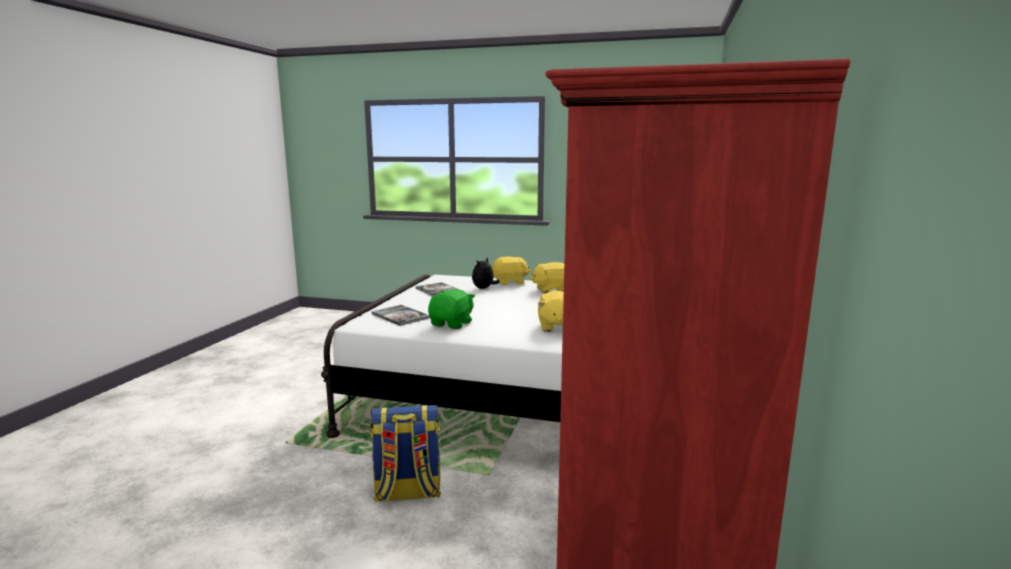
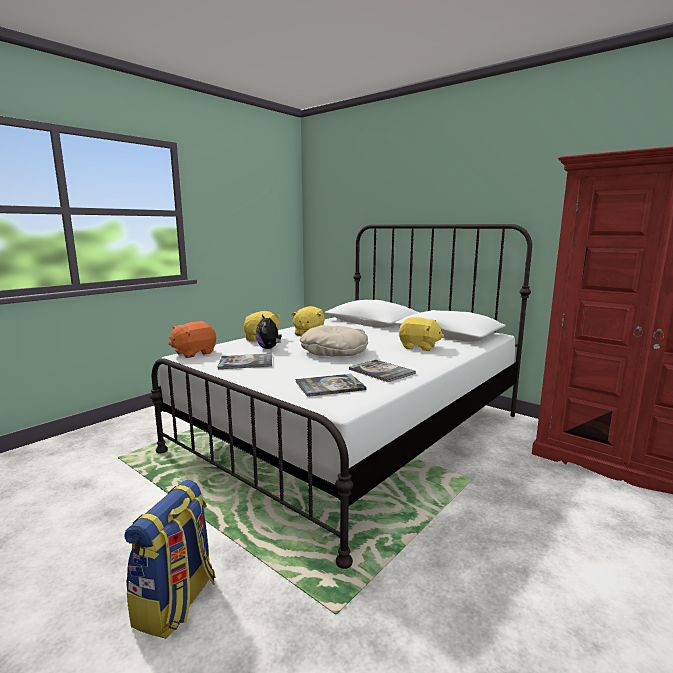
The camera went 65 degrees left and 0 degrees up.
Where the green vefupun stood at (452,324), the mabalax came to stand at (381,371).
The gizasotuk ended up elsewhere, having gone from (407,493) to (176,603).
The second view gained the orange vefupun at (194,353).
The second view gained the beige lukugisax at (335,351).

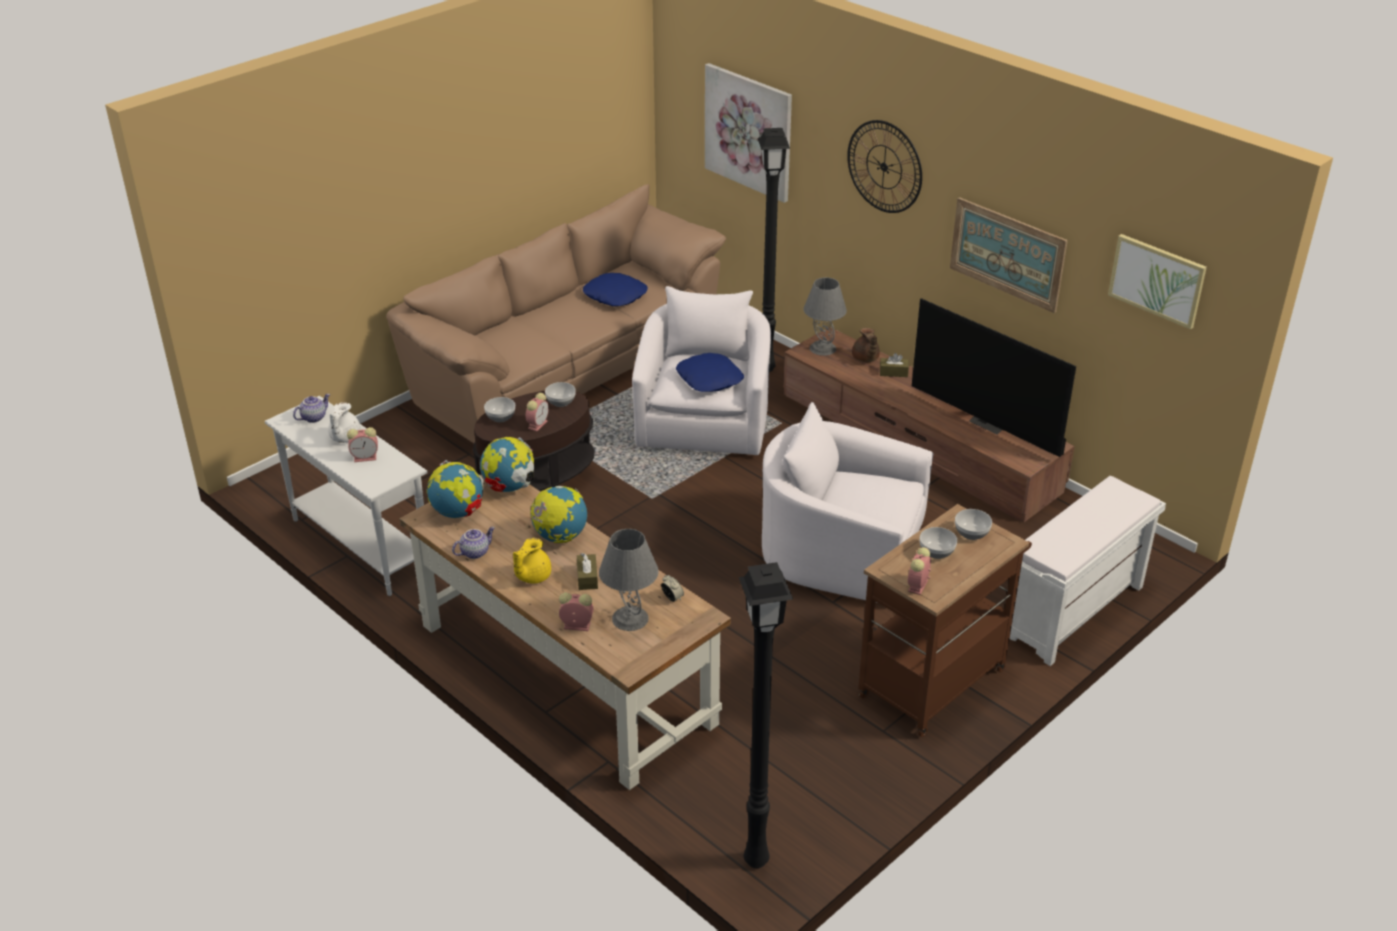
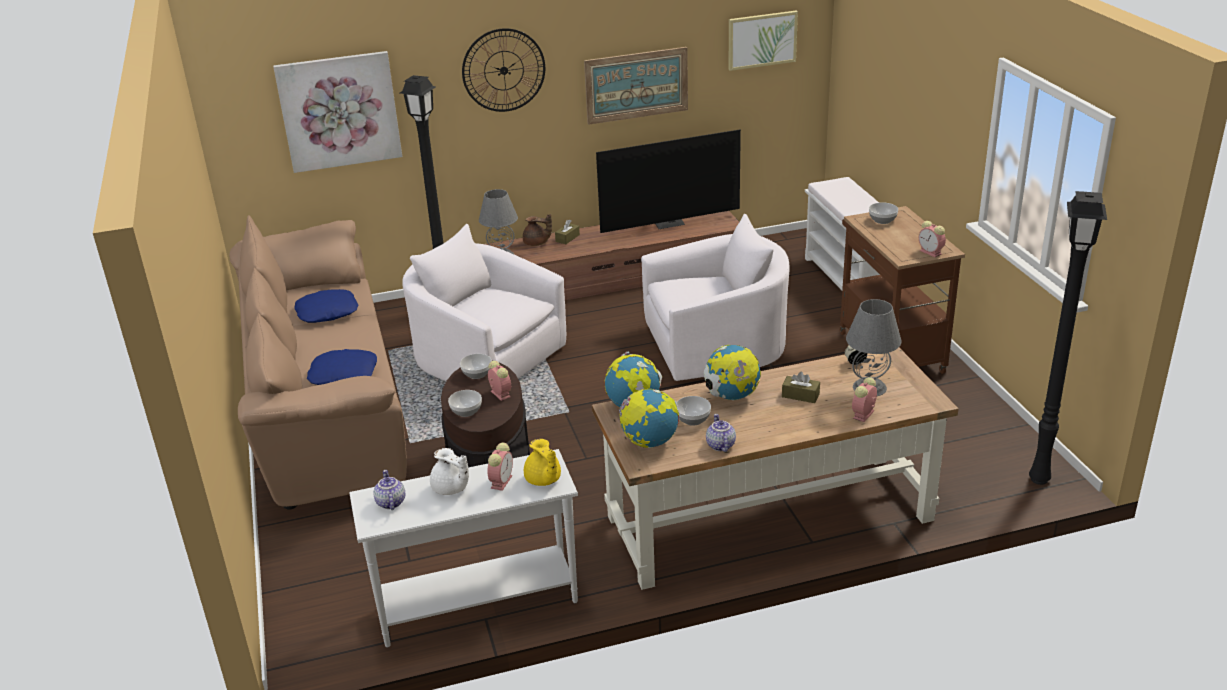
The camera went 60 degrees left and 5 degrees down.
The blue lukugisax ended up elsewhere, having gone from (710,379) to (344,374).
The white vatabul at (840,552) ended up facing another way, 150 degrees counterclockwise from before.
The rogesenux ended up elsewhere, having gone from (936,551) to (692,419).
The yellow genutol ended up elsewhere, having gone from (532,576) to (543,480).

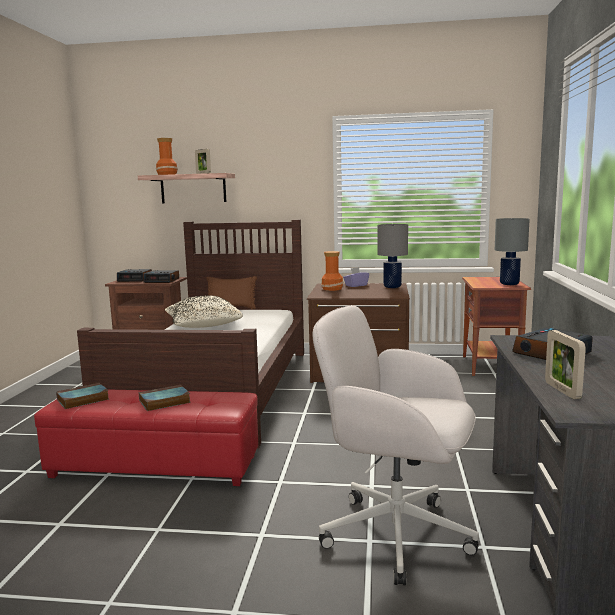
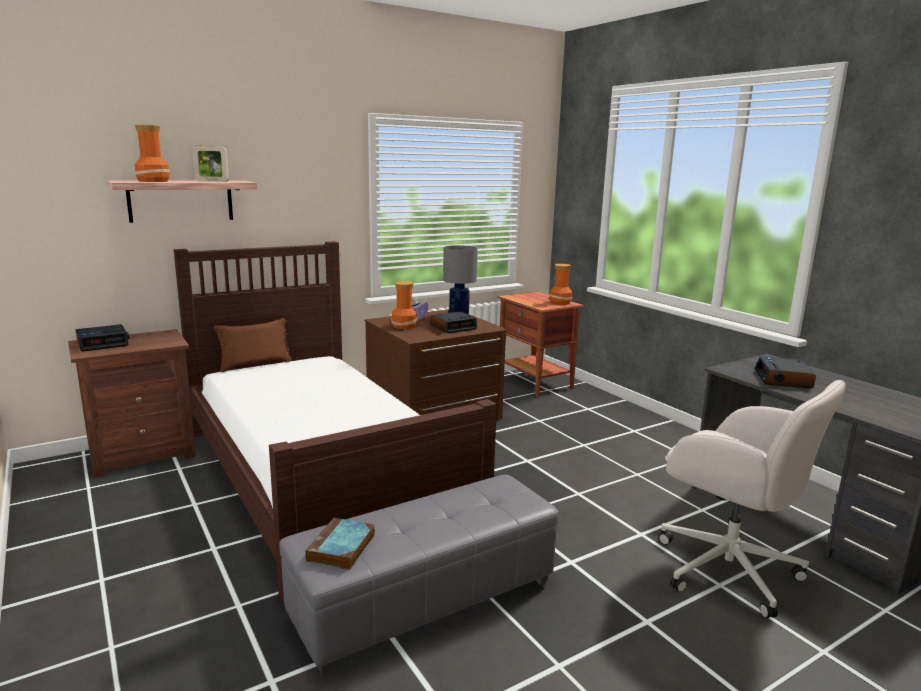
The camera went 40 degrees left and 5 degrees up.
Where the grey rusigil stood at (509,284), the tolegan came to stand at (559,302).
The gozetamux ended up elsewhere, having gone from (162,280) to (453,327).
The second view lost the beige lukugisax at (204,323).
The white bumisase at (396,535) ended up facing another way, 120 degrees counterclockwise from before.
The second view lost the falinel at (562,390).
The second view lost the mabalax at (163,402).
What was the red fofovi at (155,466) turned into the grey fofovi at (425,598).

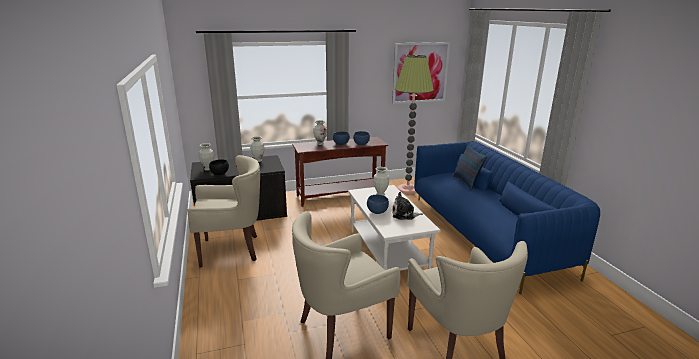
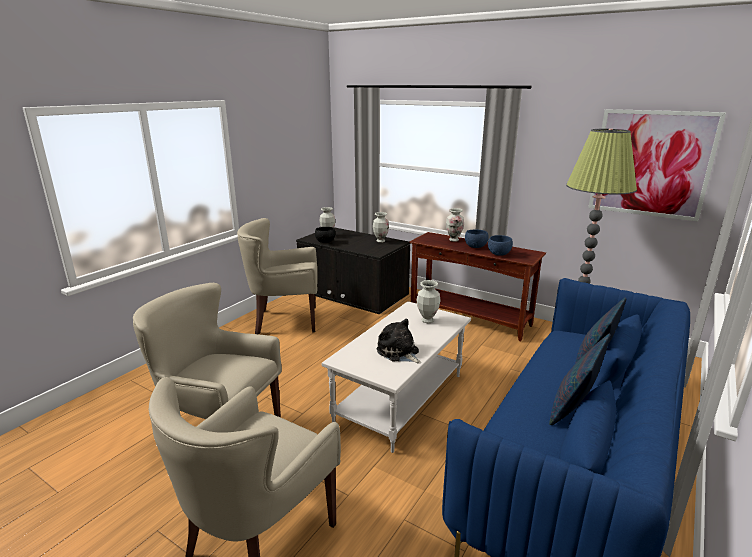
The camera went 50 degrees right and 0 degrees up.
The beige vatabul at (231,250) ended up facing another way, 135 degrees clockwise from before.
The second view lost the blue rogesenux at (377,212).
The second view gained the blue lukugisax at (573,409).

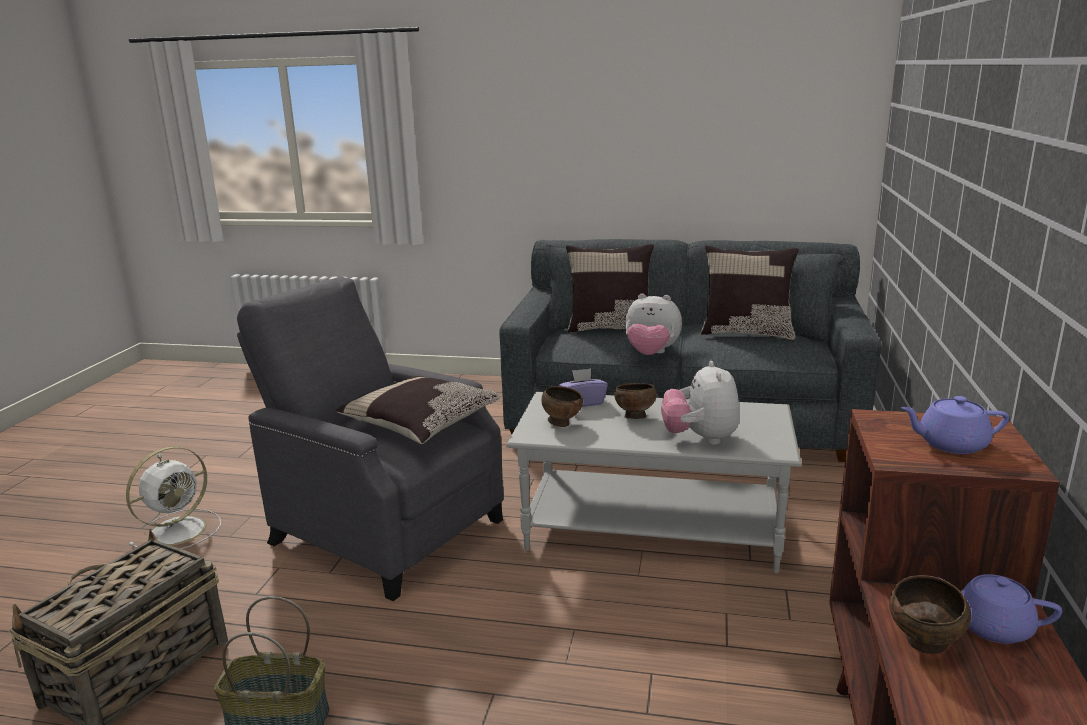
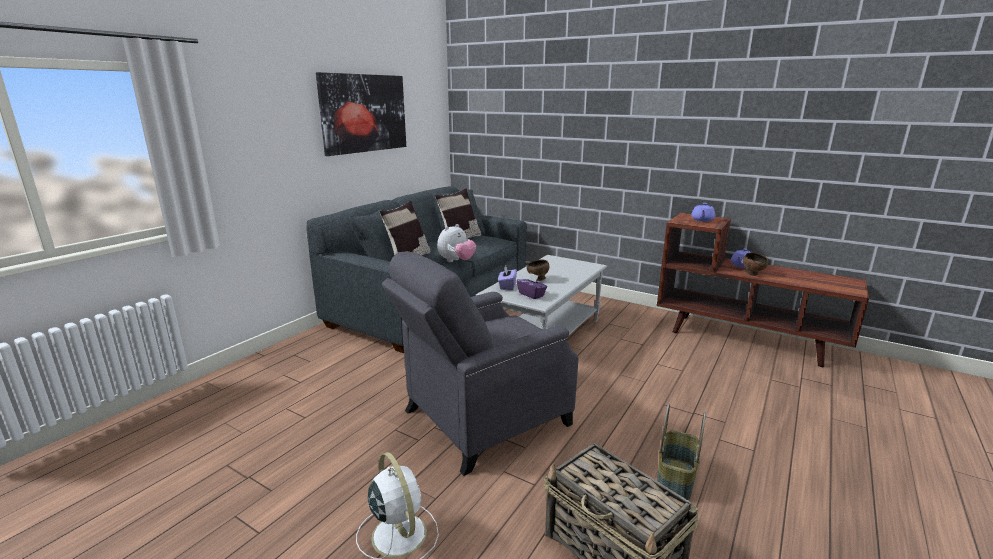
The camera went 70 degrees left and 0 degrees up.
The second view lost the vefupun at (700,438).
The second view lost the lukugisax at (421,425).
Where the brown rogesenux stood at (562,423), the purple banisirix came to stand at (531,294).
The second view gained the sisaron at (364,113).

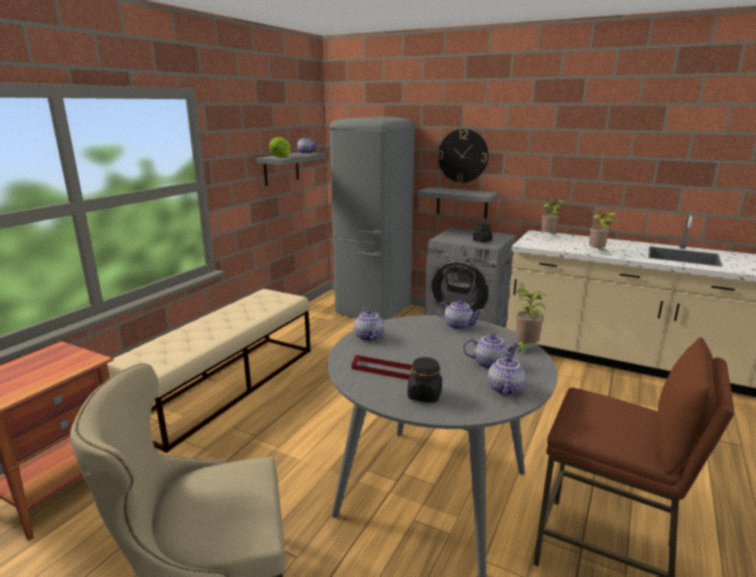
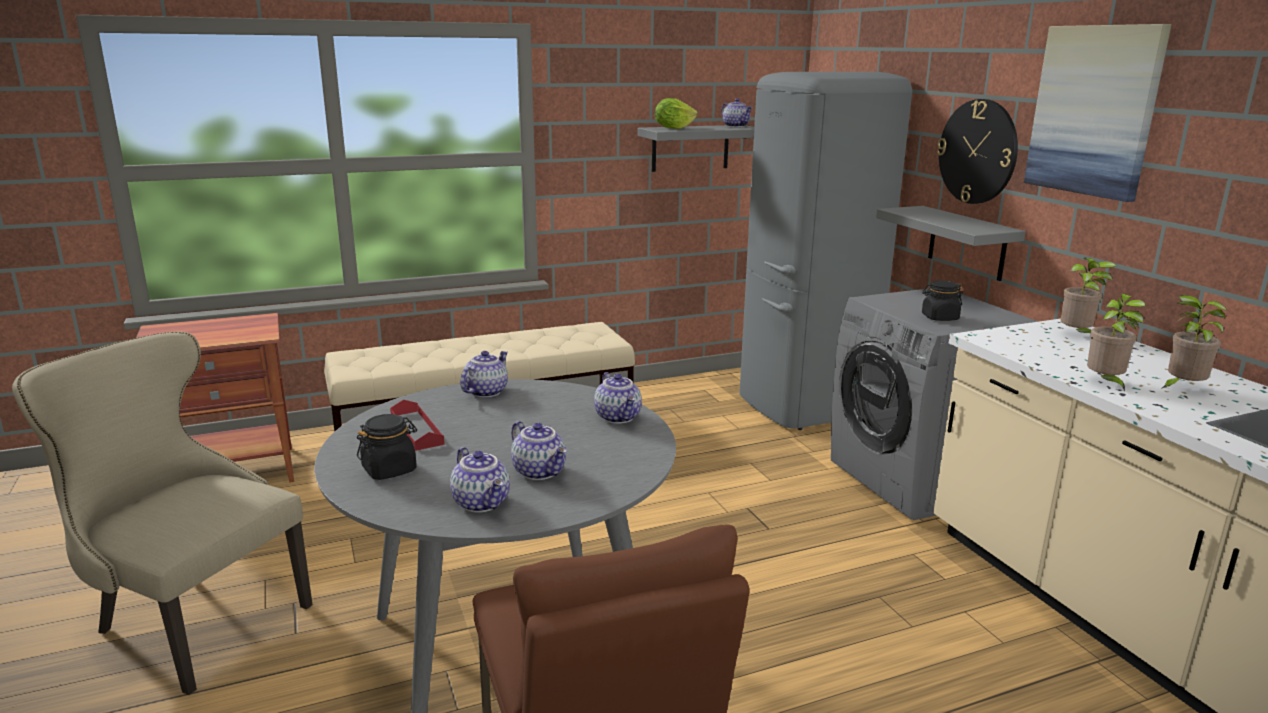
The camera went 40 degrees right and 0 degrees up.
The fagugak ended up elsewhere, having gone from (525,348) to (1181,388).
The genutol at (504,388) ended up facing another way, 90 degrees clockwise from before.
The second view gained the sisaron at (1094,110).

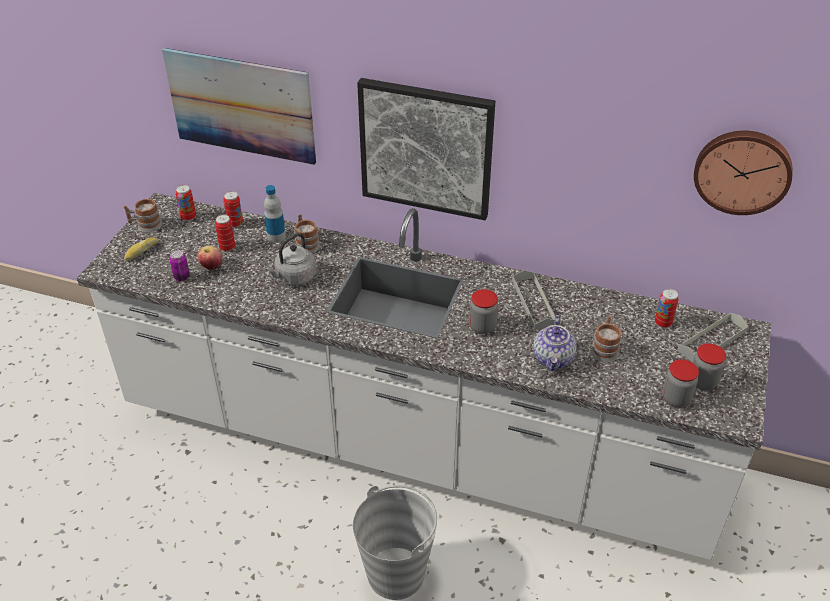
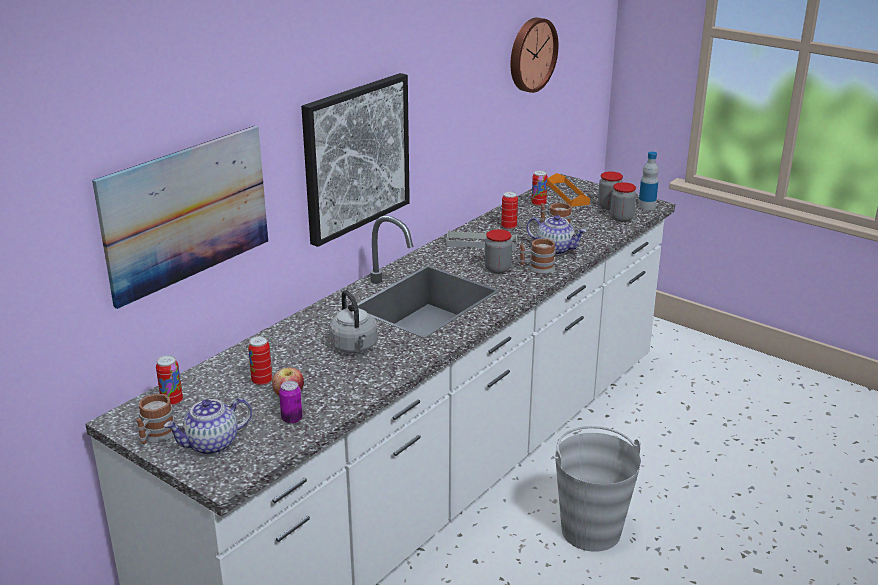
The camera went 70 degrees left and 15 degrees down.
The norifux ended up elsewhere, having gone from (276,237) to (646,206).
The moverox ended up elsewhere, having gone from (235,224) to (509,227).
The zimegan ended up elsewhere, having gone from (306,244) to (537,268).
Where the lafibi stood at (141,252), the genutol came to stand at (211,445).
What was the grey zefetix at (712,340) turned into the orange zefetix at (567,194).

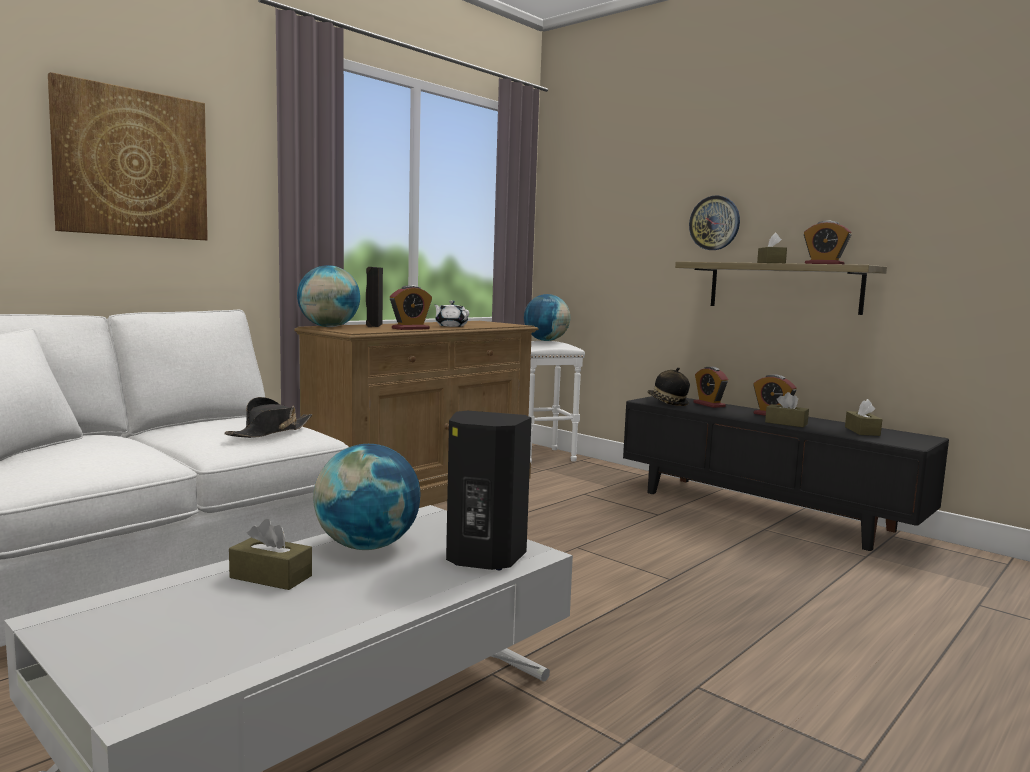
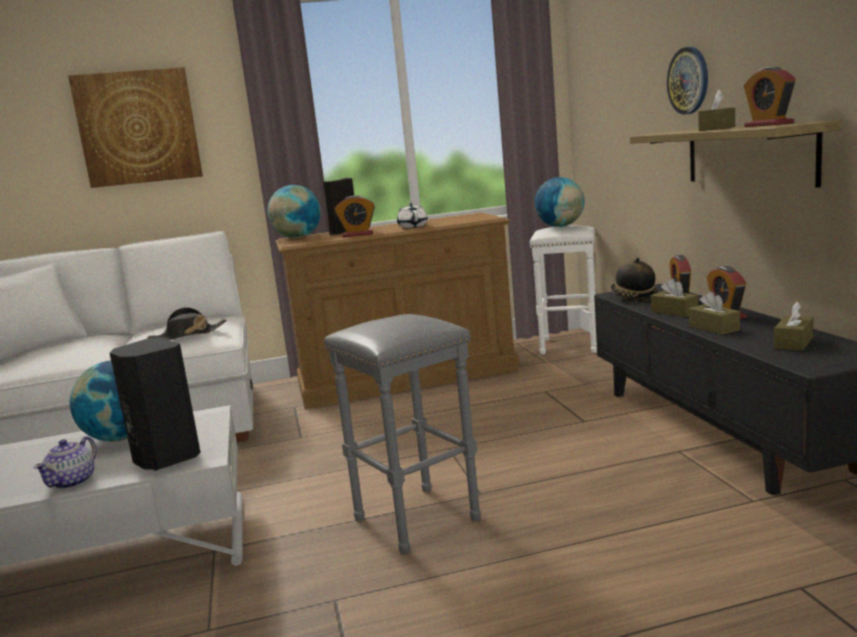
The camera went 35 degrees right and 5 degrees up.
The brown banisirix ended up elsewhere, having gone from (271,577) to (674,312).
The second view gained the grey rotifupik at (419,518).
The second view gained the genutol at (73,482).

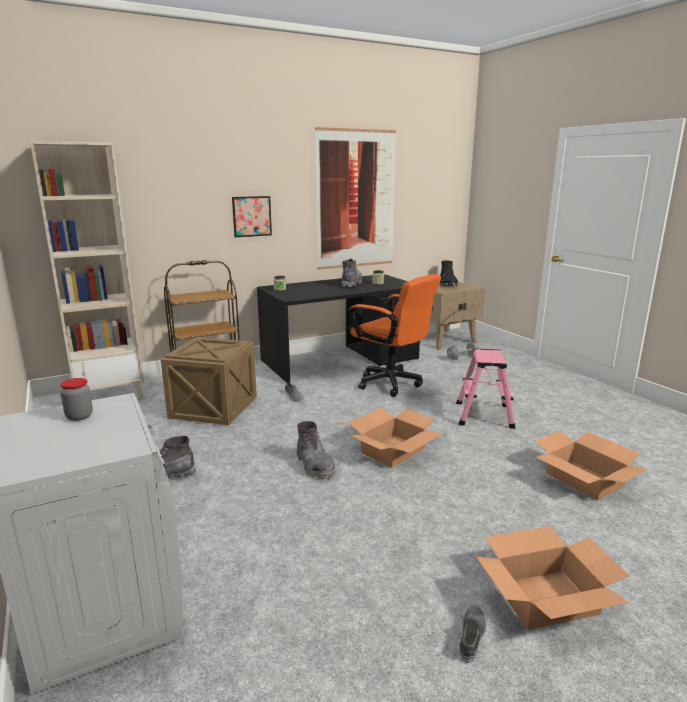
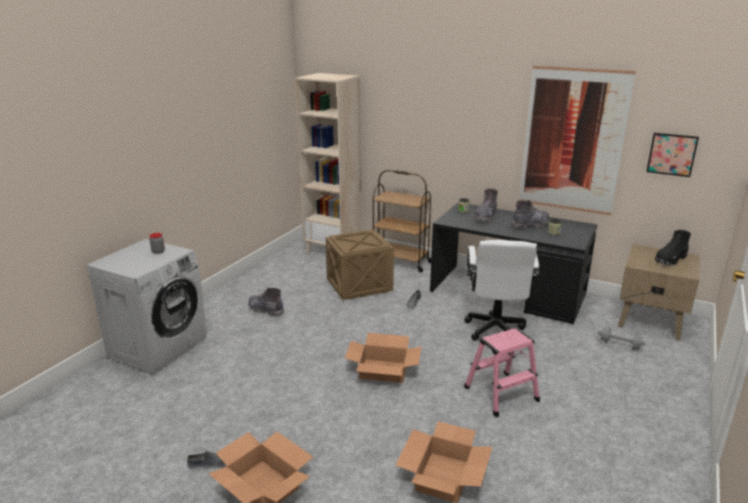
The camera went 55 degrees right and 5 degrees up.
The sisaron ended up elsewhere, having gone from (252,216) to (671,154).
What was the orange bumisase at (392,385) turned into the white bumisase at (495,332).
The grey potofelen ended up elsewhere, having gone from (315,466) to (485,216).

